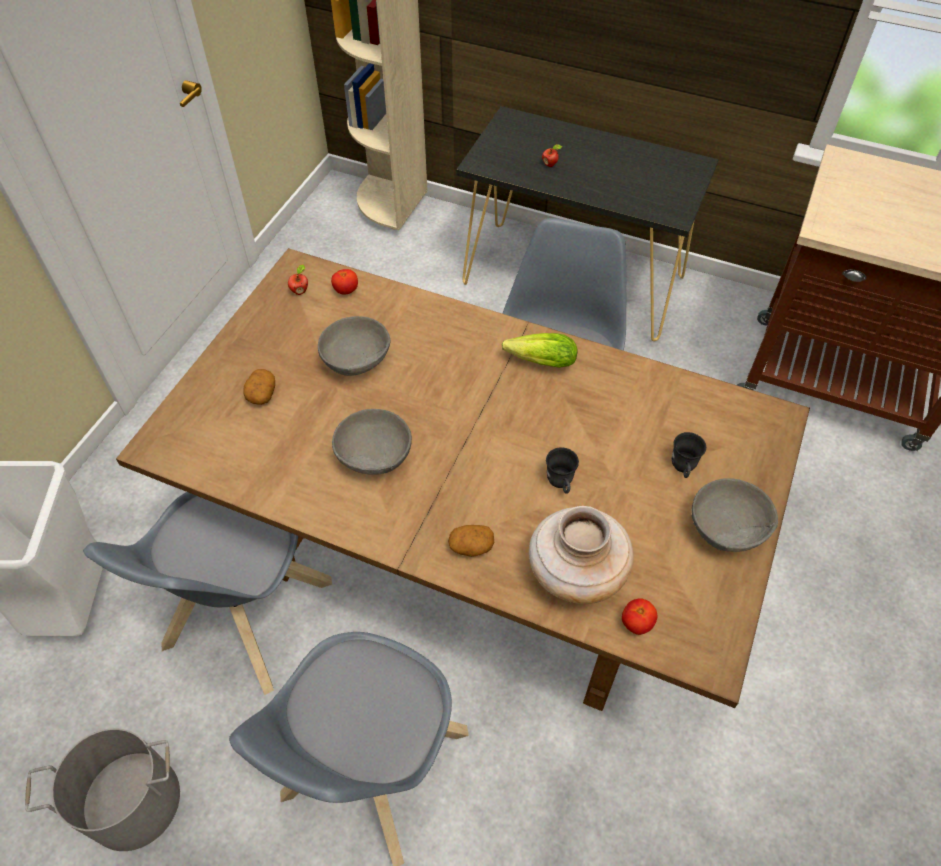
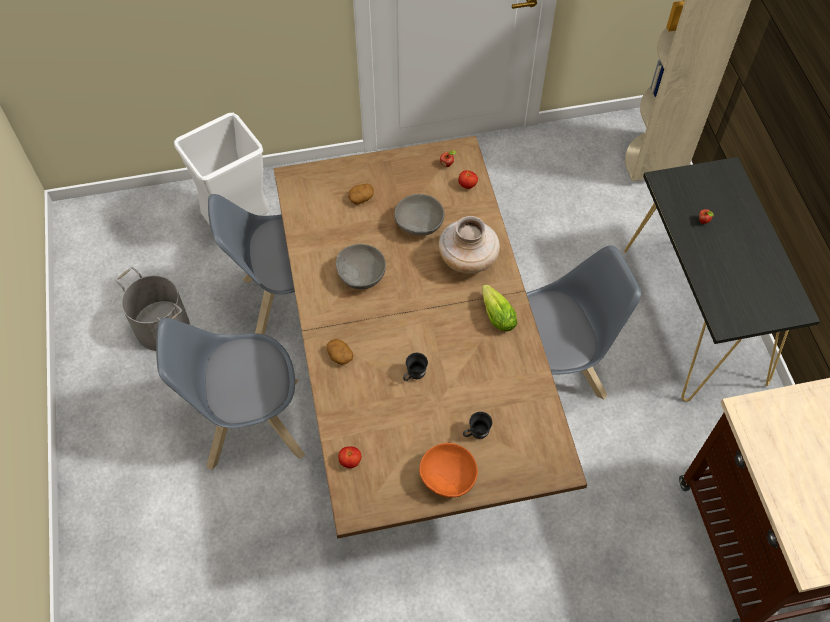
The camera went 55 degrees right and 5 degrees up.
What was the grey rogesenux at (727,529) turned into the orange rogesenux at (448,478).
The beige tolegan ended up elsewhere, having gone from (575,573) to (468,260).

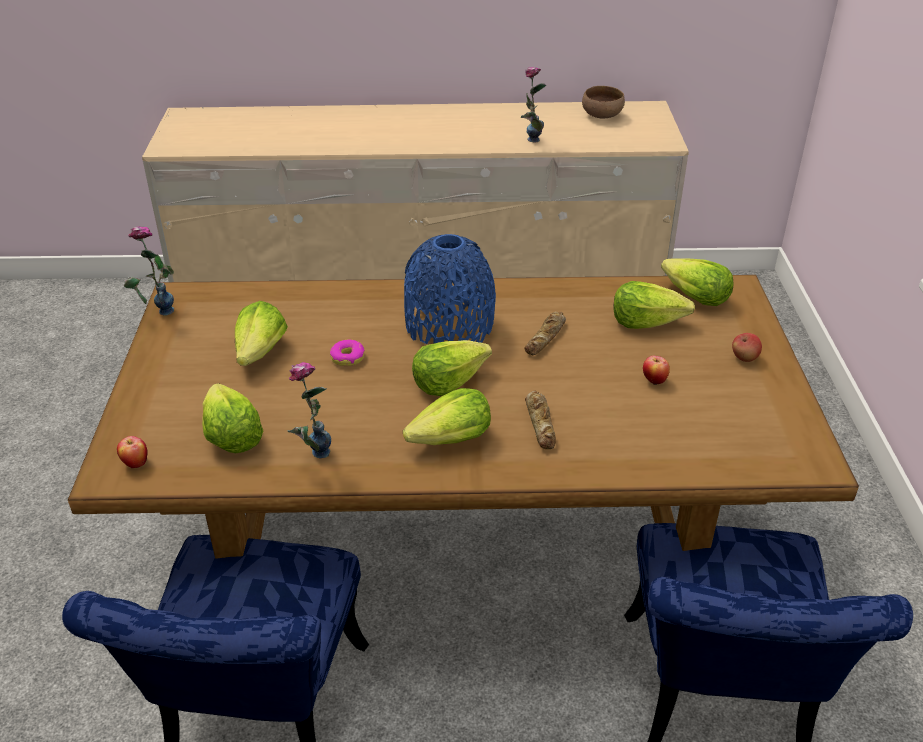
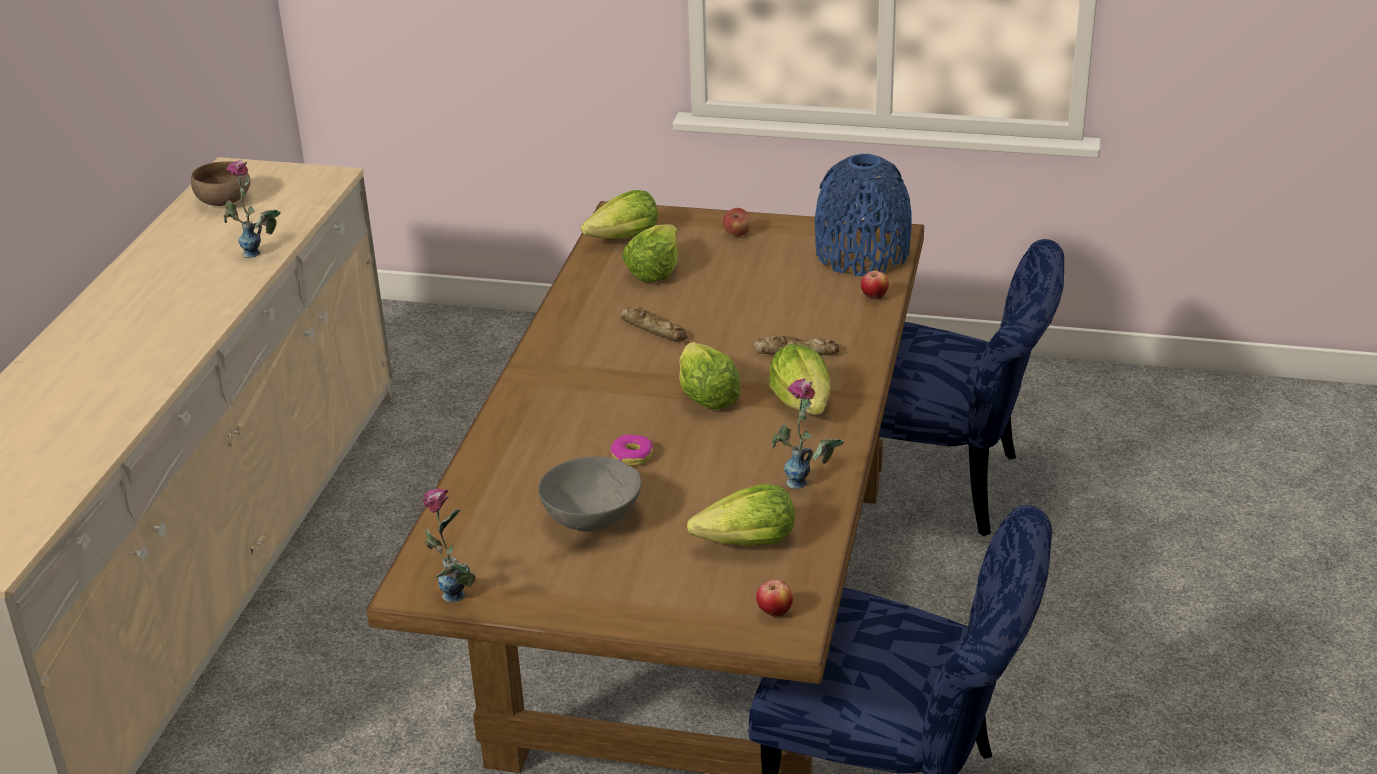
The camera went 75 degrees left and 5 degrees down.
The blue tolegan ended up elsewhere, having gone from (449,326) to (862,254).
Where the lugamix stood at (260,352), the grey rogesenux came to stand at (592,518).
The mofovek ended up elsewhere, having gone from (654,381) to (874,298).

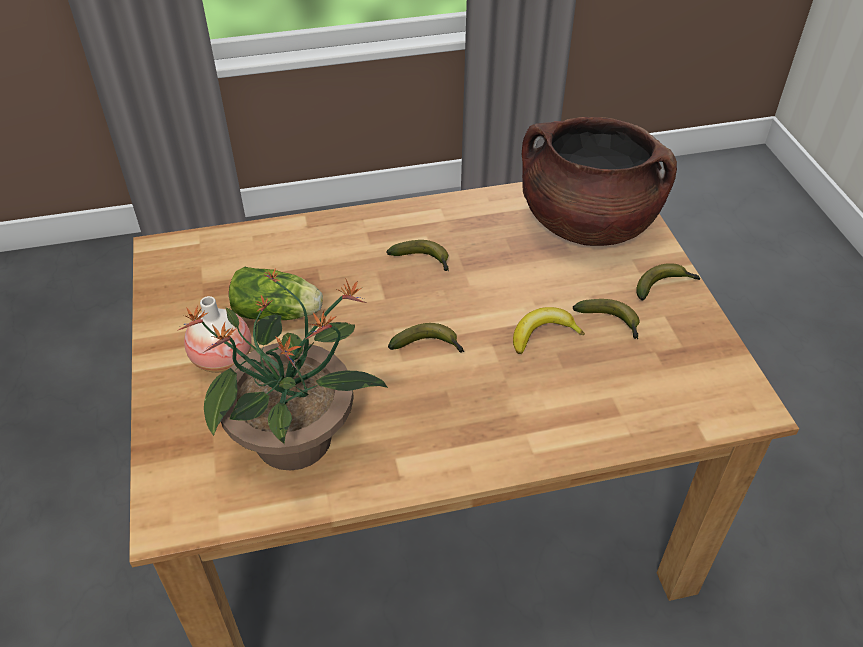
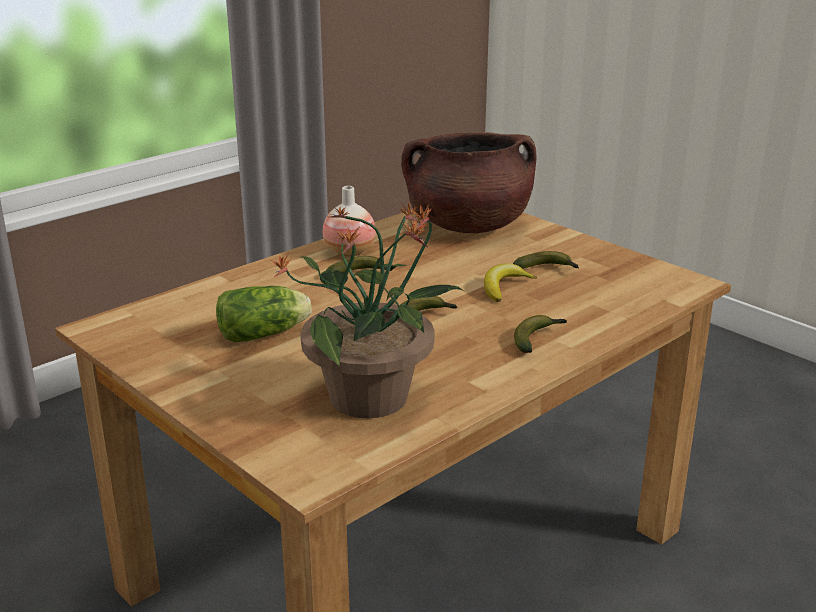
The camera went 30 degrees left and 20 degrees down.
The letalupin ended up elsewhere, having gone from (664,286) to (538,339).
The tolegan ended up elsewhere, having gone from (223,359) to (349,252).

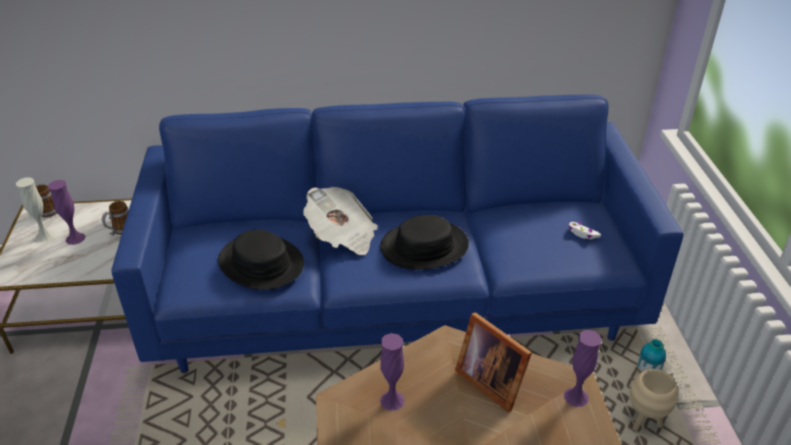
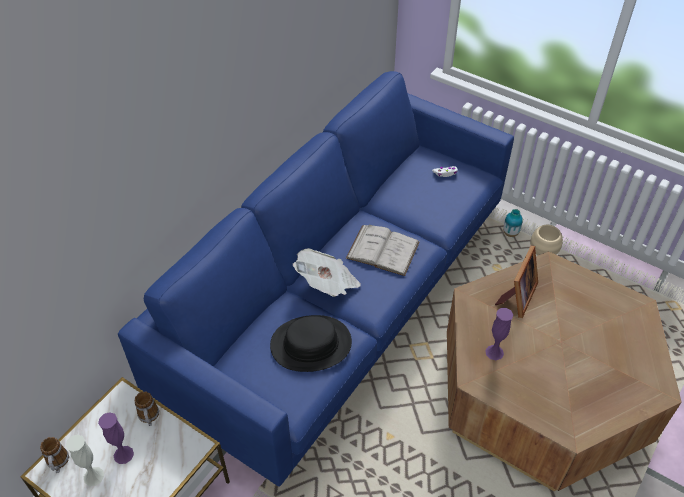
The camera went 50 degrees left and 10 degrees up.
Where the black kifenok stood at (424,246), the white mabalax came to stand at (383,250).
The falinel at (490,380) ended up facing another way, 60 degrees counterclockwise from before.
The second view lost the purple tolegan at (576,397).

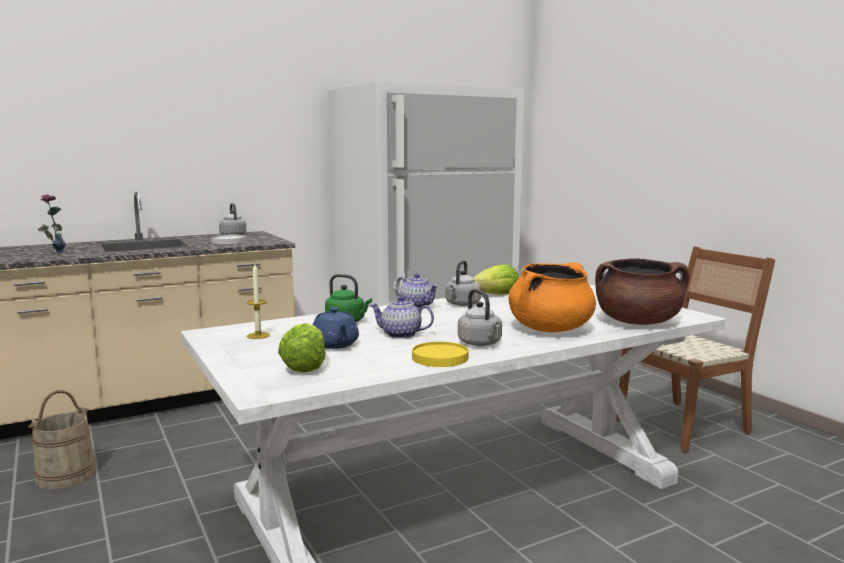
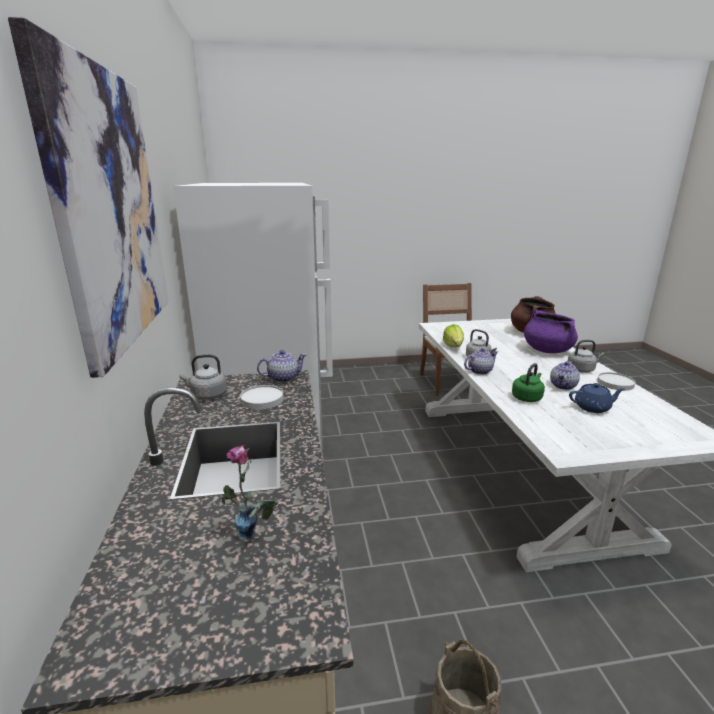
The camera went 70 degrees left and 10 degrees up.
What was the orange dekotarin at (550,329) turned into the purple dekotarin at (547,350).
The second view lost the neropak at (258,335).
The second view lost the lugamix at (304,367).
What was the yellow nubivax at (440,358) turned into the white nubivax at (615,383).
The second view gained the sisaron at (110,210).
The second view gained the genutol at (283,378).

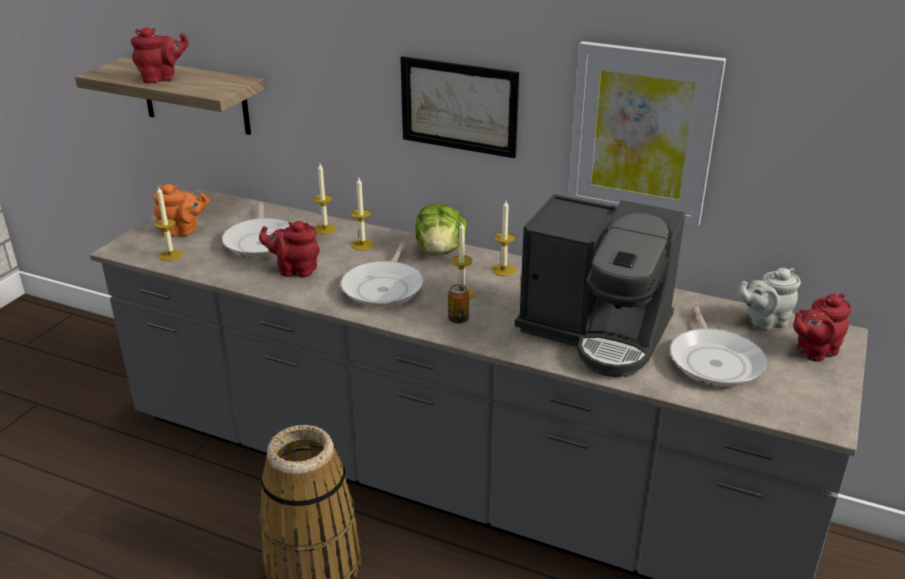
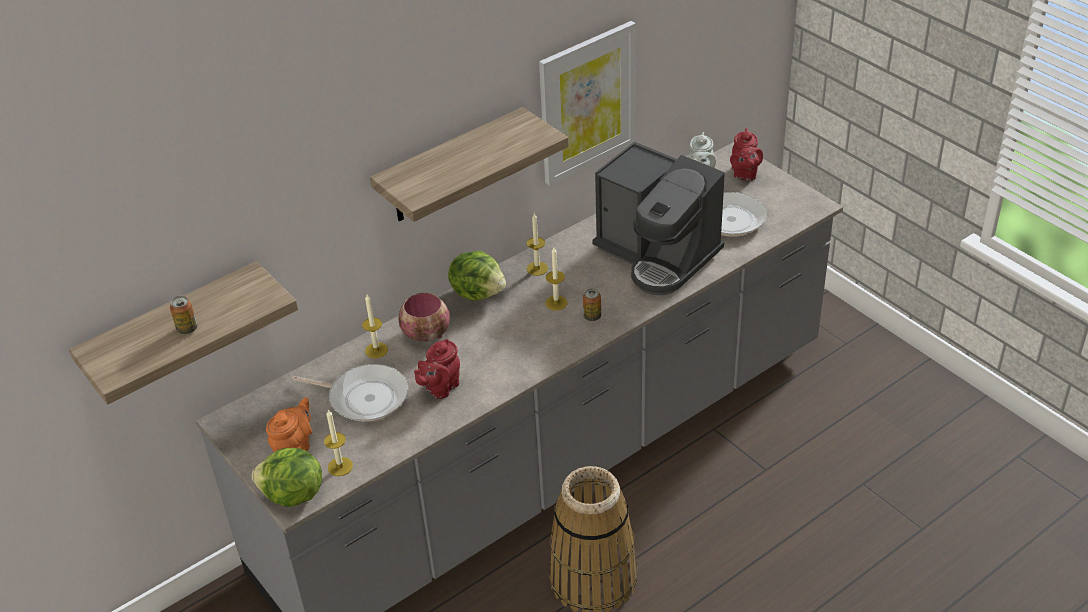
The camera went 60 degrees left and 10 degrees up.
Where the red genutol stood at (162,79), the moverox came to stand at (187,329).
Where the sisaron hung at (459,106), the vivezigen came to hang at (451,167).
Where the neropak stood at (362,245), the rogesenux came to stand at (427,334).
The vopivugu at (596,332) ended up facing another way, 75 degrees clockwise from before.
The second view lost the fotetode at (384,287).
The second view gained the lugamix at (292,496).

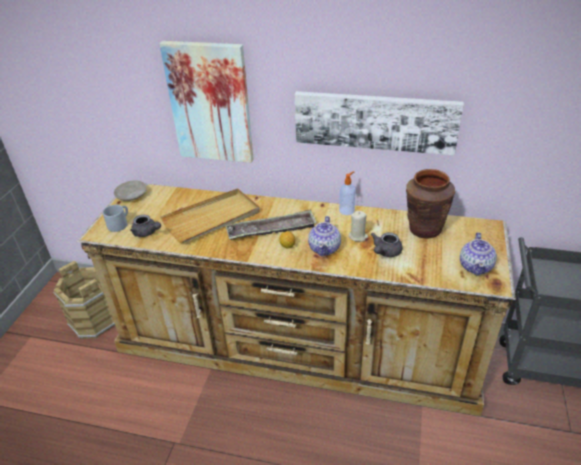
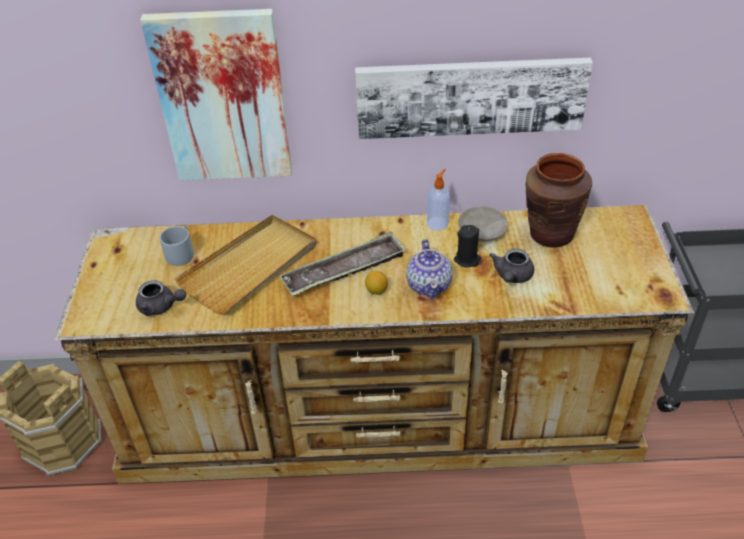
The camera went 15 degrees left and 5 degrees up.
The beige nubivax ended up elsewhere, having gone from (131,195) to (482,231).
The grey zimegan ended up elsewhere, having gone from (119,223) to (181,252).
What was the beige neropak at (358,236) turned into the black neropak at (467,259).
The second view lost the genutol at (476,266).

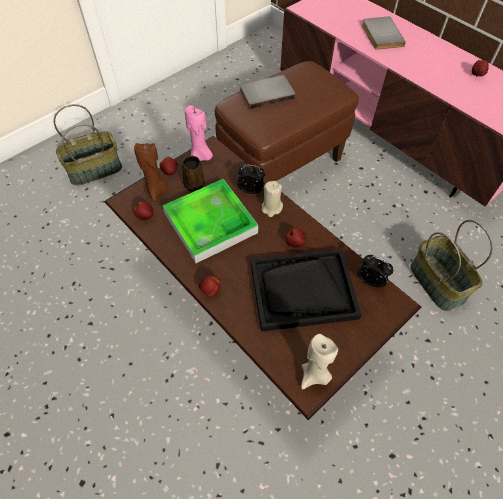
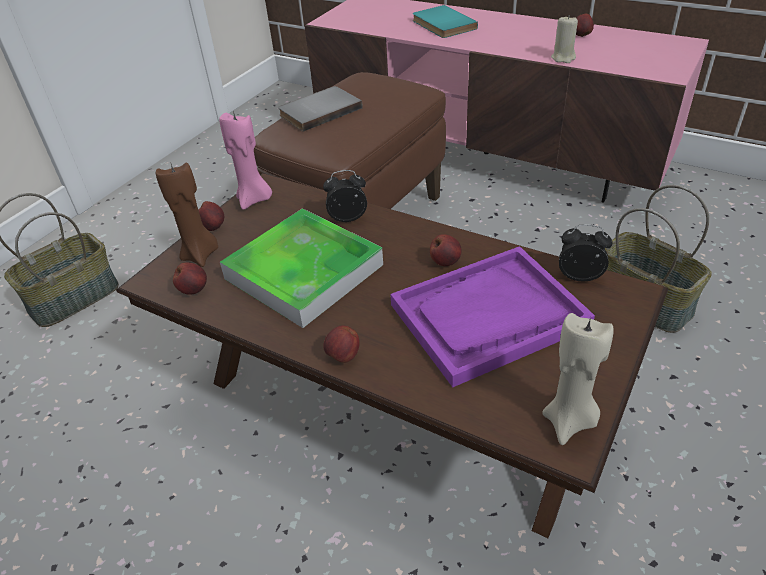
The camera went 15 degrees left and 15 degrees down.
What was the grey mabalax at (380,35) turned into the turquoise mabalax at (442,25).
The second view lost the brown zimegan at (194,184).
The beige neropak ended up elsewhere, having gone from (271,208) to (563,58).
What was the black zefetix at (302,291) turned into the purple zefetix at (488,316).

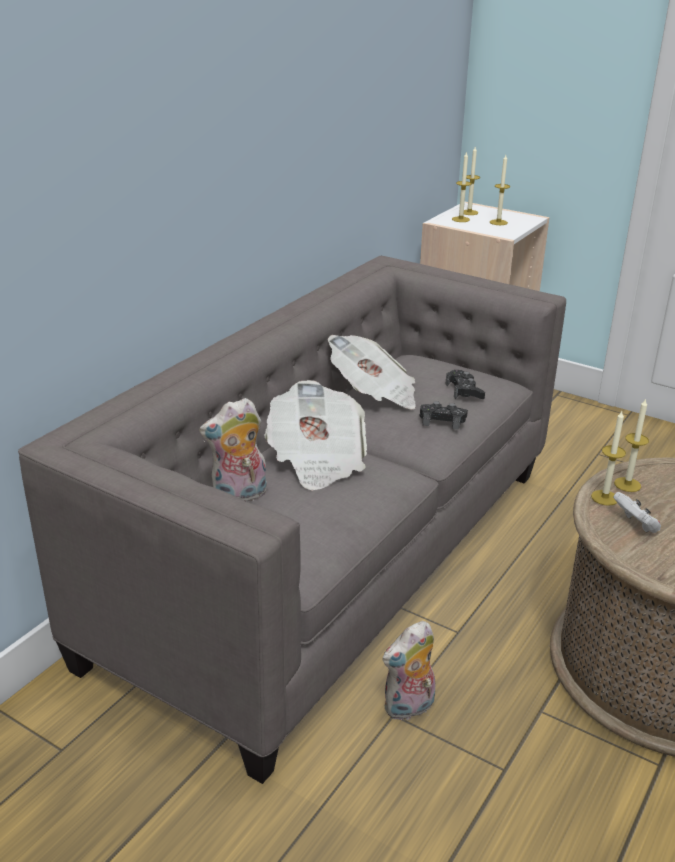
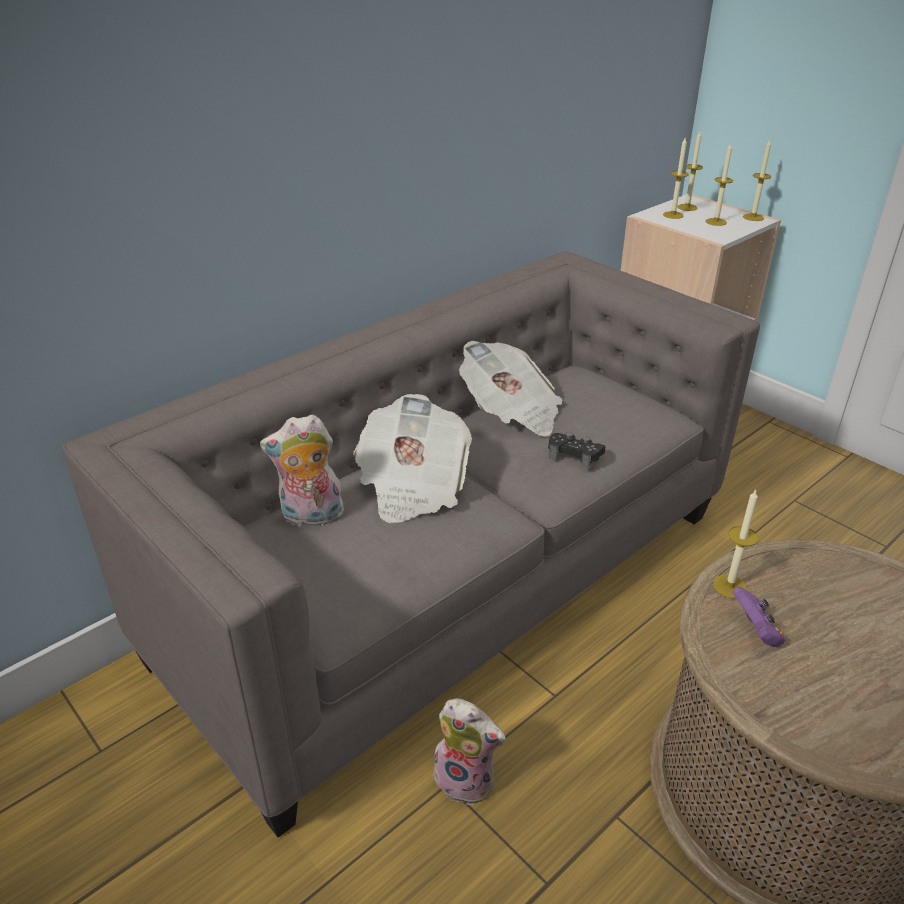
The camera went 15 degrees right and 5 degrees up.
The second view lost the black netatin at (464,391).
The neropak ended up elsewhere, having gone from (627,484) to (753,217).
What was the white netatin at (636,525) turned into the purple netatin at (756,631).
The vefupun at (409,708) ended up facing another way, 135 degrees counterclockwise from before.

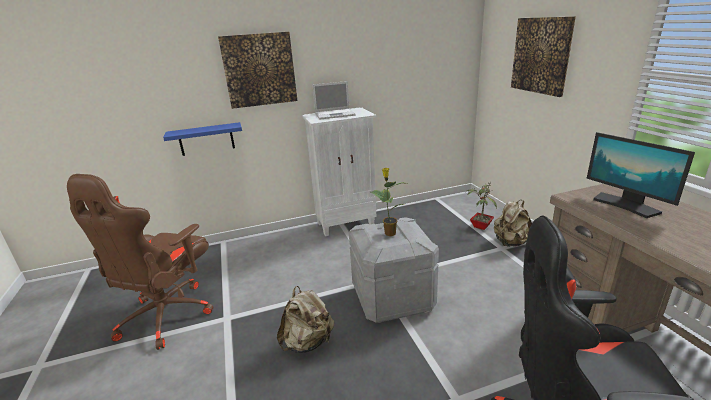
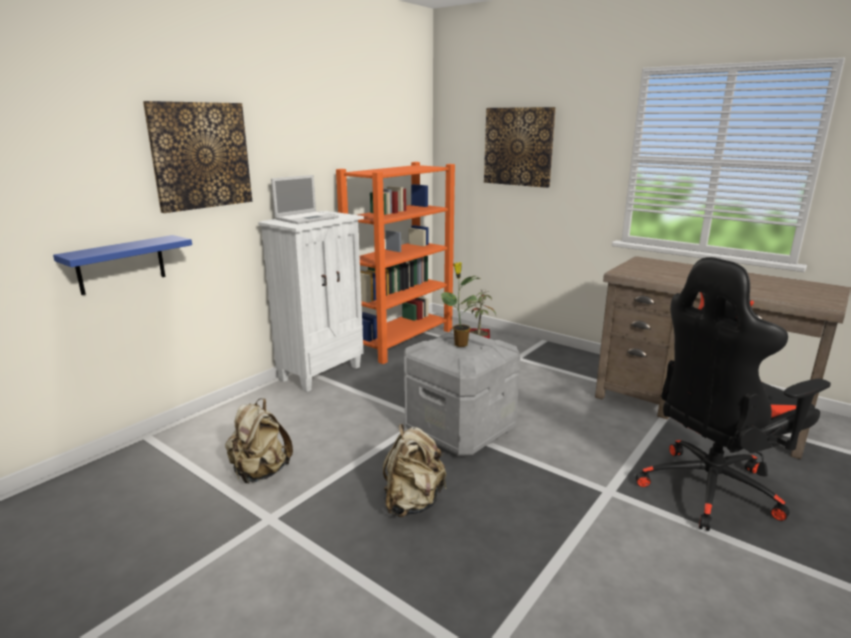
The camera went 35 degrees left and 5 degrees down.
The second view lost the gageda at (625,205).
The second view lost the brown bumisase at (171,311).
The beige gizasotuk ended up elsewhere, having gone from (510,243) to (260,473).
The second view gained the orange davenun at (401,340).

